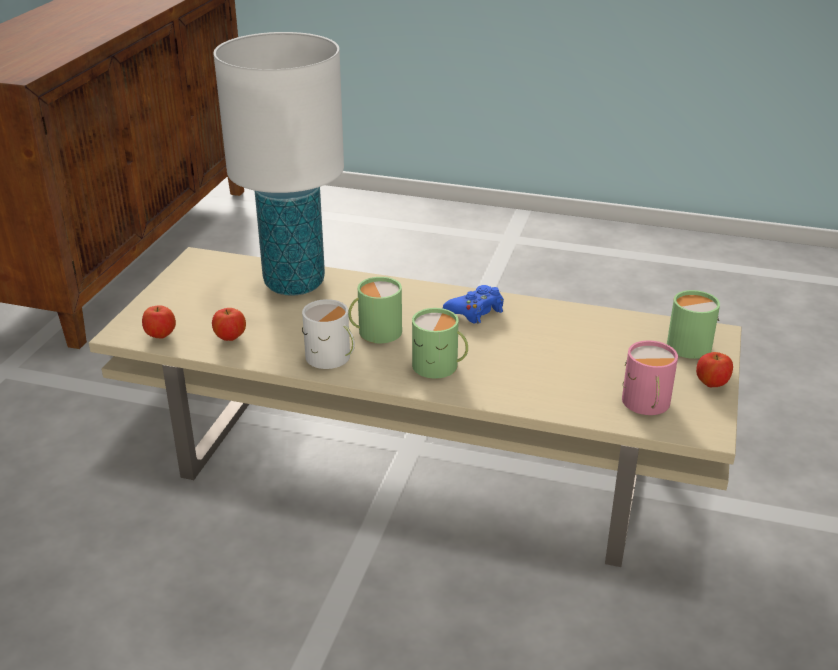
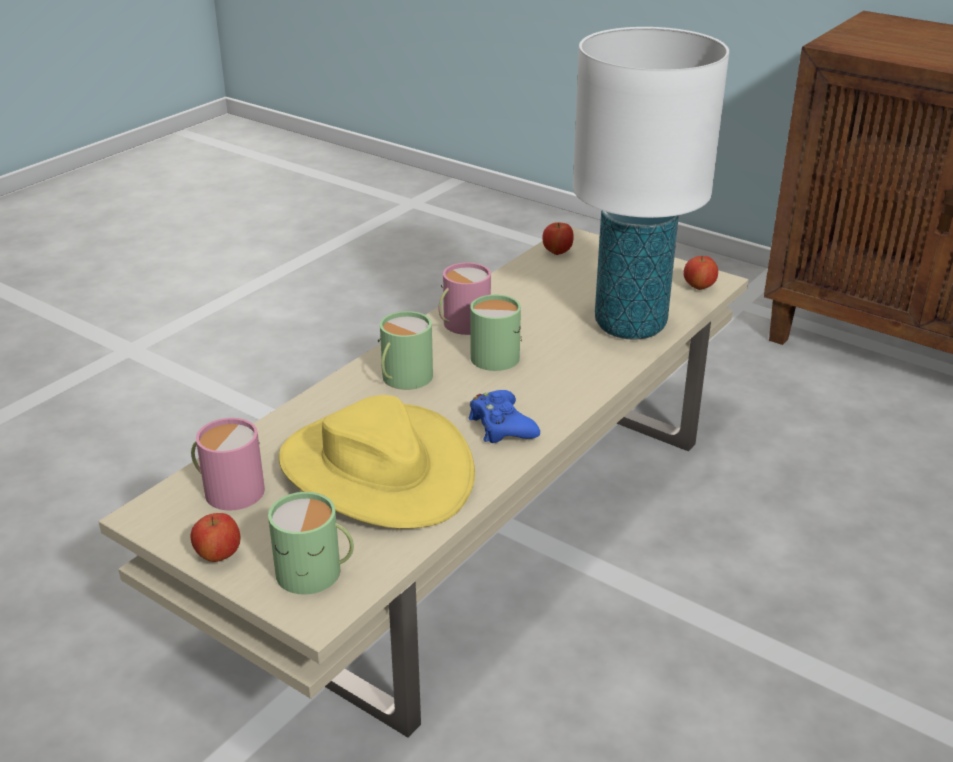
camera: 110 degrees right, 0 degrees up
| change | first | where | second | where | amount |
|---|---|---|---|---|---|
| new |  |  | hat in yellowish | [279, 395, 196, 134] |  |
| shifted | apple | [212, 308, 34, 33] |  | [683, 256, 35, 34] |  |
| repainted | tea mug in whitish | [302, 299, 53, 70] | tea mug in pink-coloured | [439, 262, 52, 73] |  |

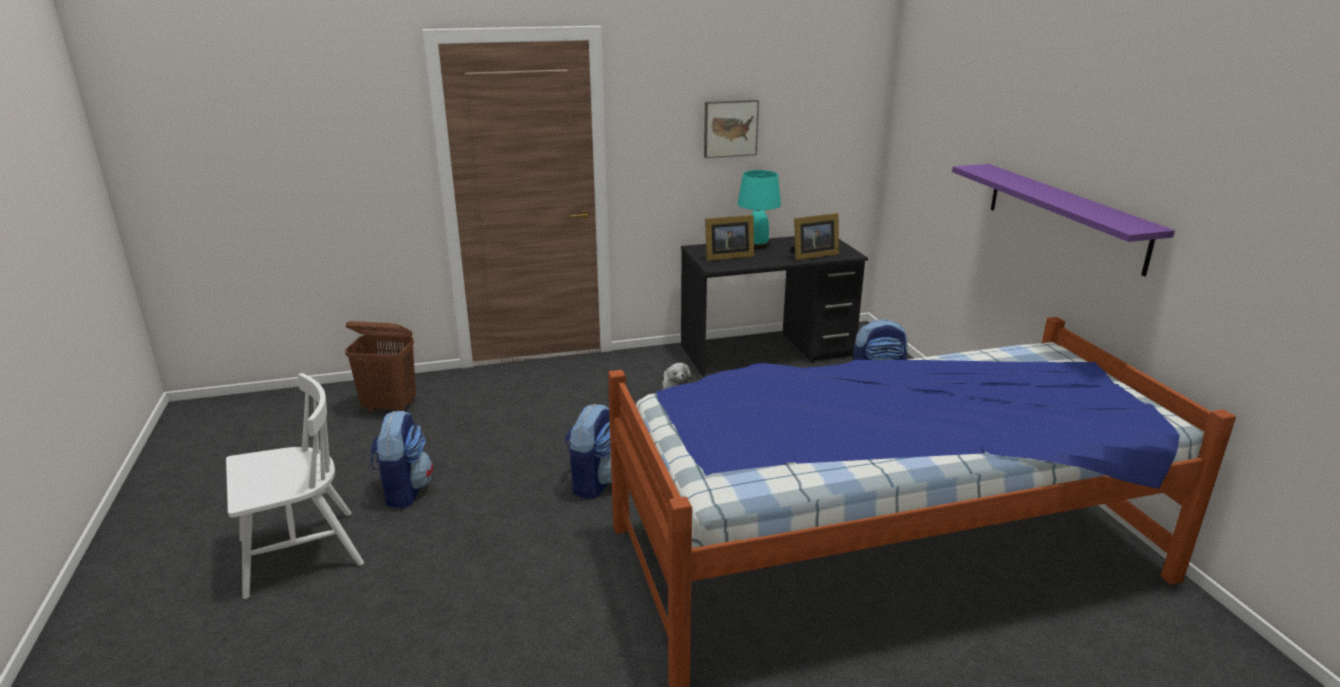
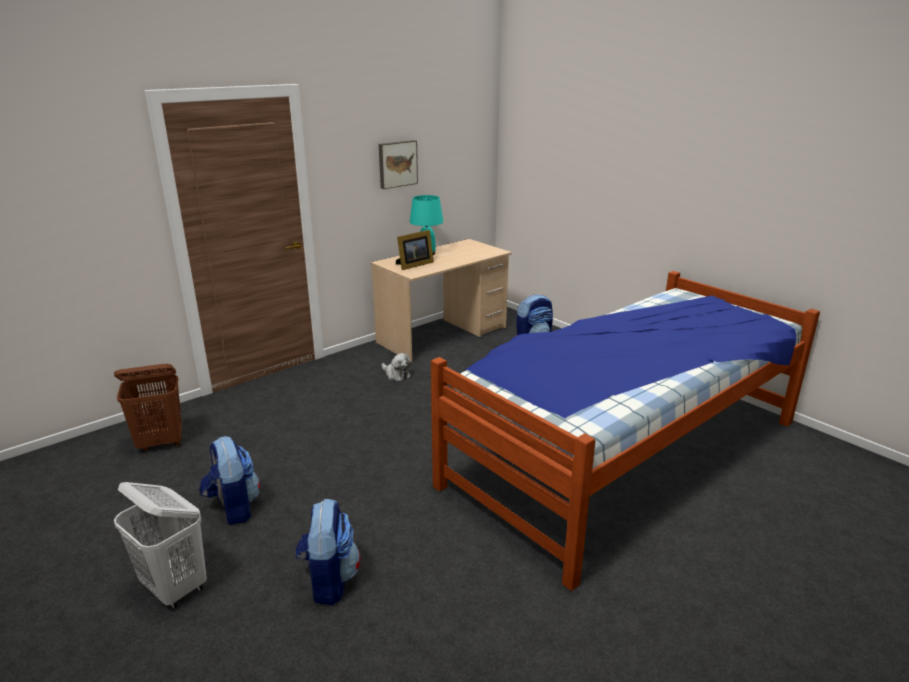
camera: 25 degrees left, 0 degrees up
| change | first | where | second | where | amount |
|---|---|---|---|---|---|
| gone | photo frame | [790, 213, 49, 48] |  |  |  |
| gone | bracket shelf in purple | [952, 164, 223, 113] |  |  |  |
| shifted | backpack | [565, 403, 47, 97] |  | [296, 499, 64, 106] |  |
| swapped | plain chair in whitish | [226, 373, 138, 226] | laundry basket in whitish | [114, 482, 93, 127] |  |
| repainted | desk in blackish | [681, 236, 187, 141] | desk in beige | [370, 239, 142, 123] |  |

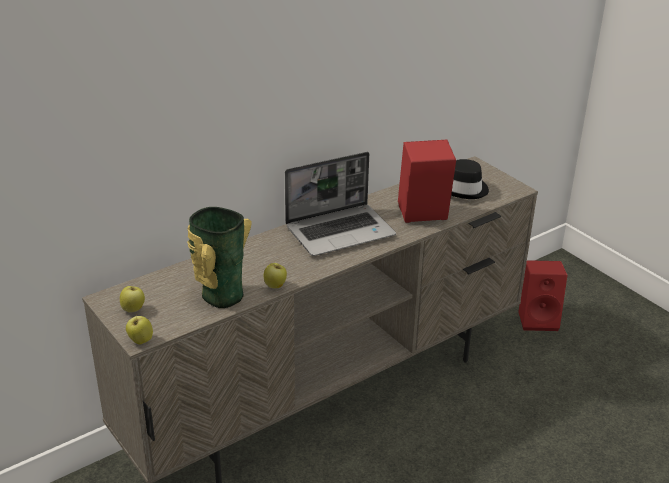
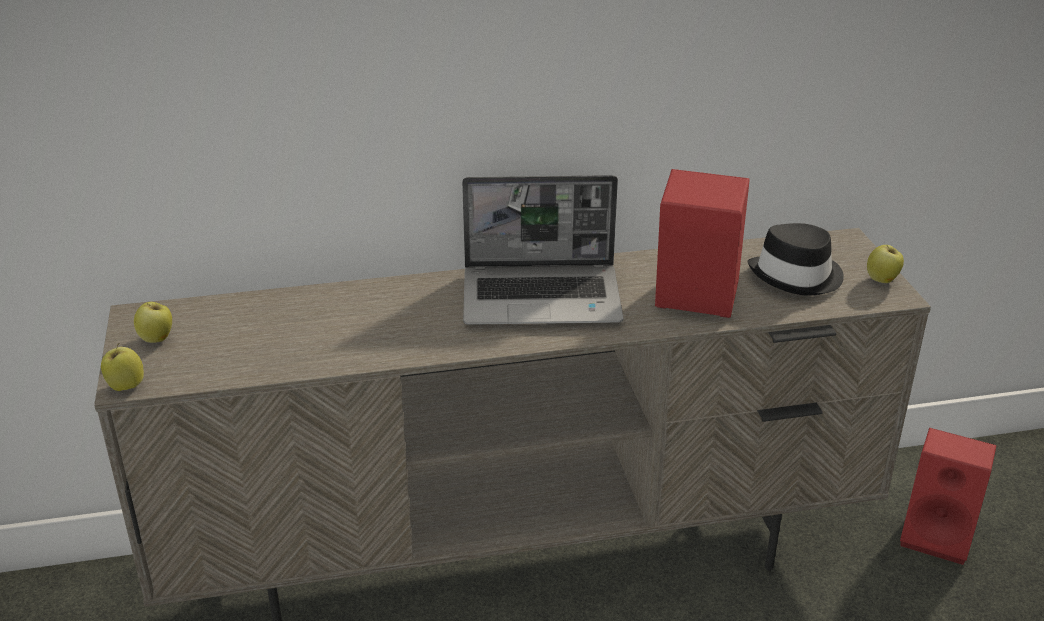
camera: 25 degrees right, 0 degrees up
| change | first | where | second | where | amount |
|---|---|---|---|---|---|
| gone | flower vase | [187, 207, 65, 101] |  |  |  |
| shifted | apple | [264, 263, 23, 25] |  | [867, 245, 37, 38] |  |

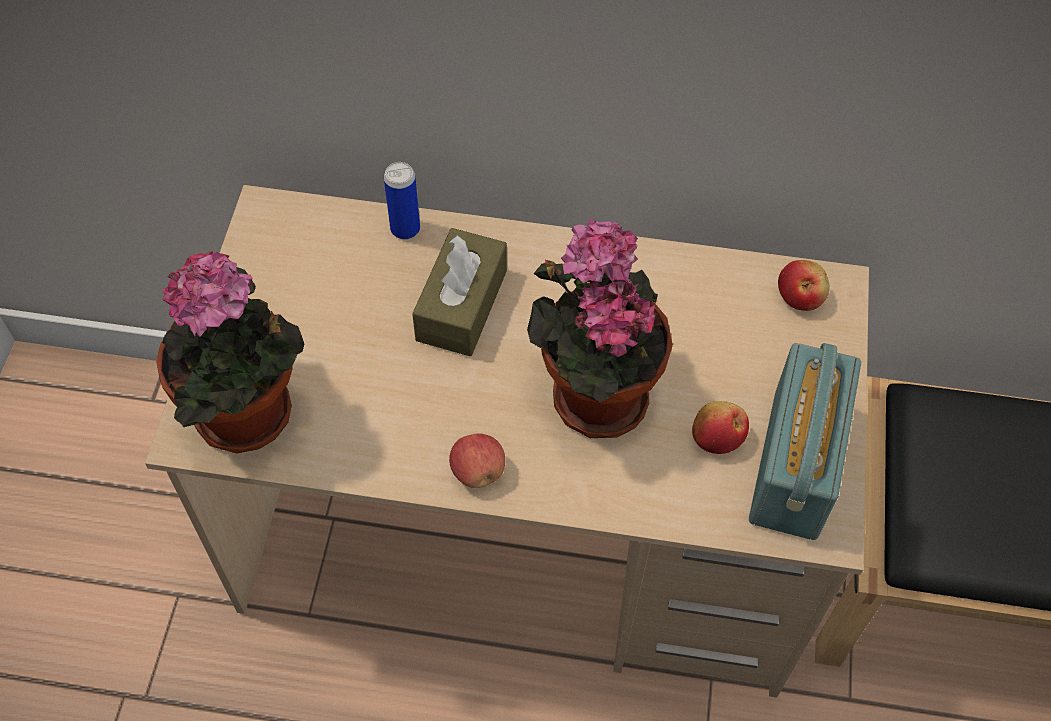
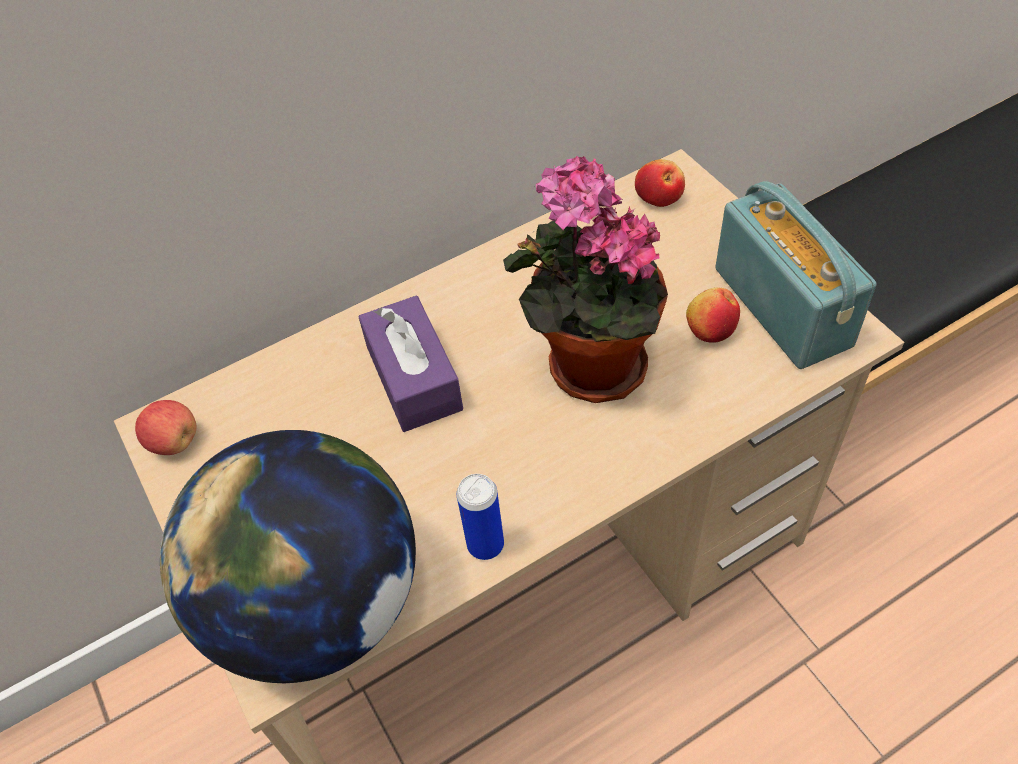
camera: 35 degrees left, 5 degrees down
| change | first | where | second | where | amount |
|---|---|---|---|---|---|
| shifted | metal can | [384, 162, 36, 77] |  | [457, 474, 47, 86] |  |
| shifted | apple | [449, 433, 56, 55] |  | [135, 400, 61, 55] |  |
| swapped | potted plant | [156, 251, 148, 203] | world globe | [160, 430, 256, 253] |  |
| repainted | tissue box in brownish | [412, 228, 95, 128] | tissue box in purple | [358, 296, 105, 136] |  |

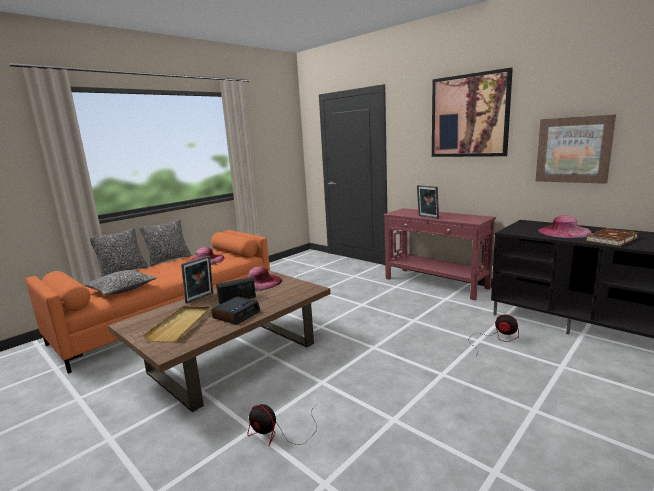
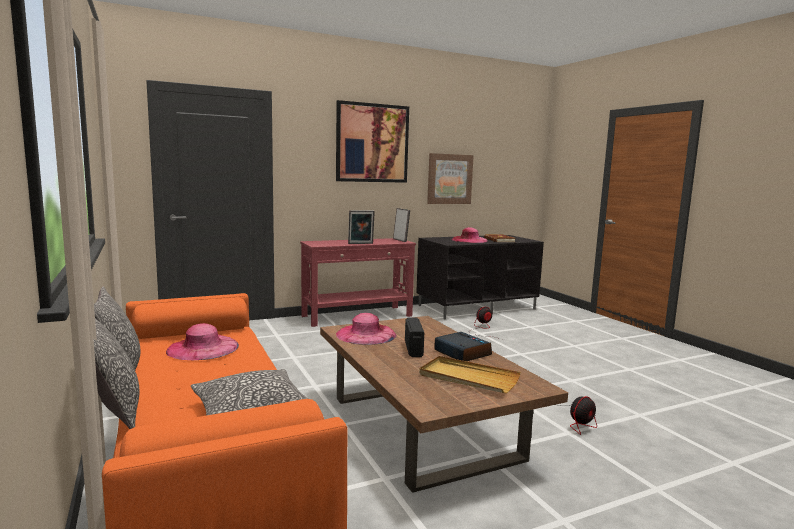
camera: 70 degrees left, 5 degrees down
| change | first | where | second | where | amount |
|---|---|---|---|---|---|
| shifted | photo frame | [181, 256, 32, 47] |  | [393, 208, 17, 34] |  |

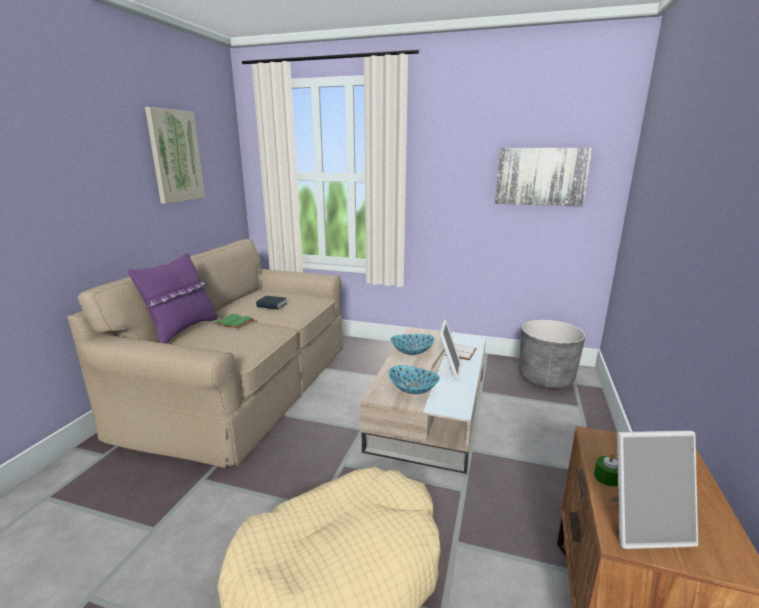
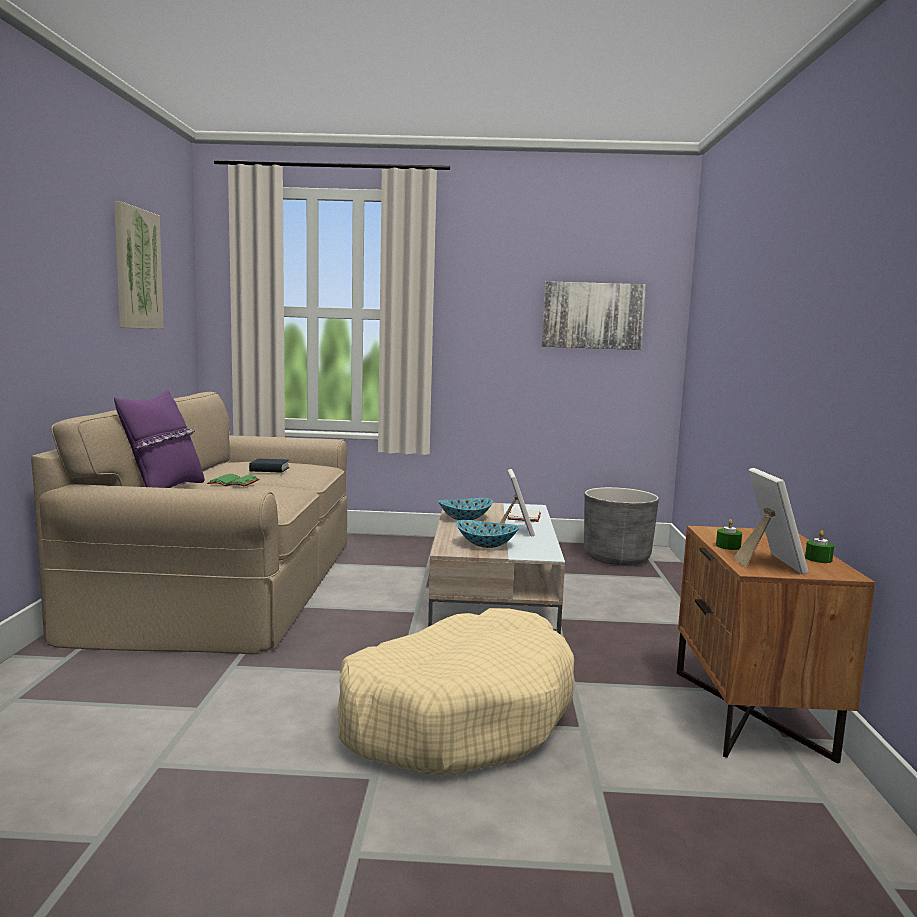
camera: 15 degrees left, 10 degrees down
| change | first | where | second | where | amount |
|---|---|---|---|---|---|
| new |  |  | wax light in green-coloured | [805, 531, 29, 32] |  |
| rotated | photo frame | [610, 430, 88, 119] |  | [733, 468, 75, 107] | 75 degrees counterclockwise |

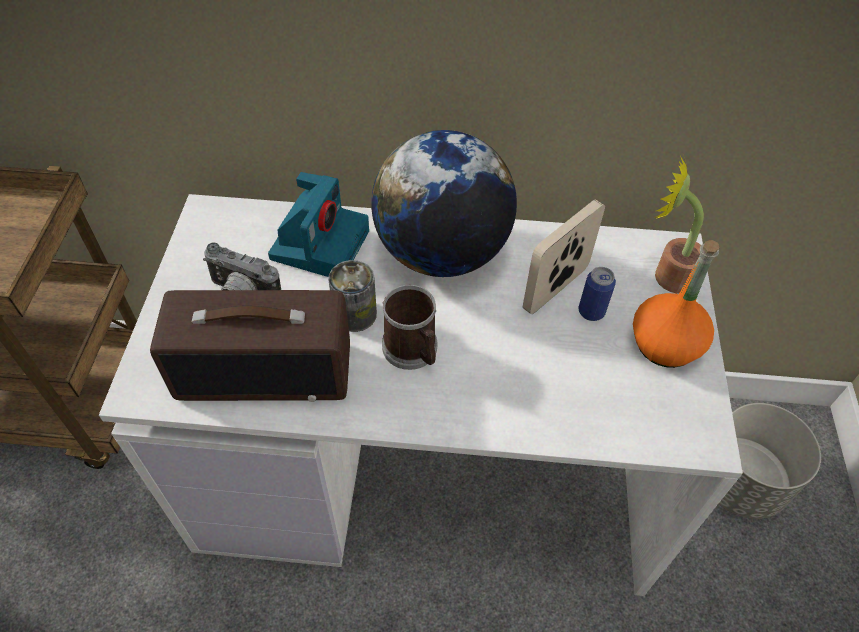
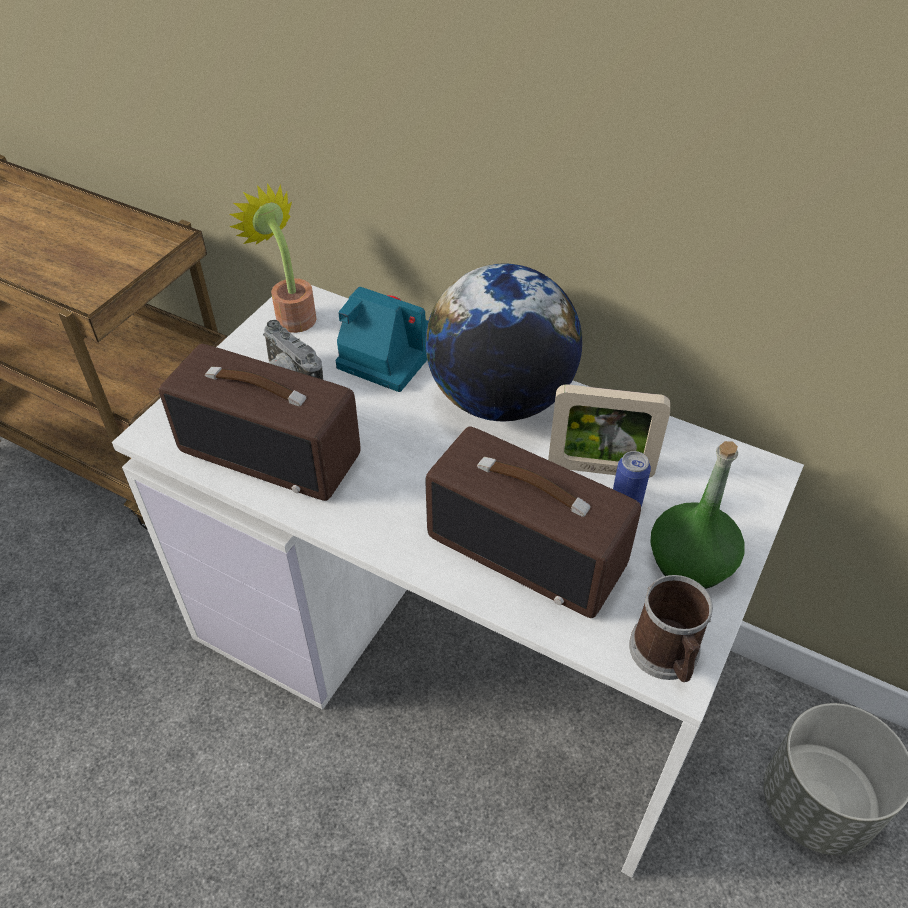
camera: 25 degrees right, 5 degrees down
| change | first | where | second | where | amount |
|---|---|---|---|---|---|
| gone | metal can | [328, 260, 49, 72] |  |  |  |
| new |  |  | radio | [426, 426, 215, 192] |  |
| shifted | tea mug | [382, 285, 56, 85] |  | [629, 575, 84, 107] |  |
| shifted | potted plant | [654, 156, 50, 137] |  | [229, 183, 87, 150] |  |
| repainted | drink bottle in orangey | [633, 240, 86, 128] | drink bottle in green-coloured | [650, 441, 95, 148] |  |
| rotated | still camera | [268, 172, 101, 105] |  | [336, 287, 92, 105] | 105 degrees counterclockwise |
| rotated | photo frame | [523, 199, 82, 115] |  | [548, 384, 122, 94] | 150 degrees counterclockwise |

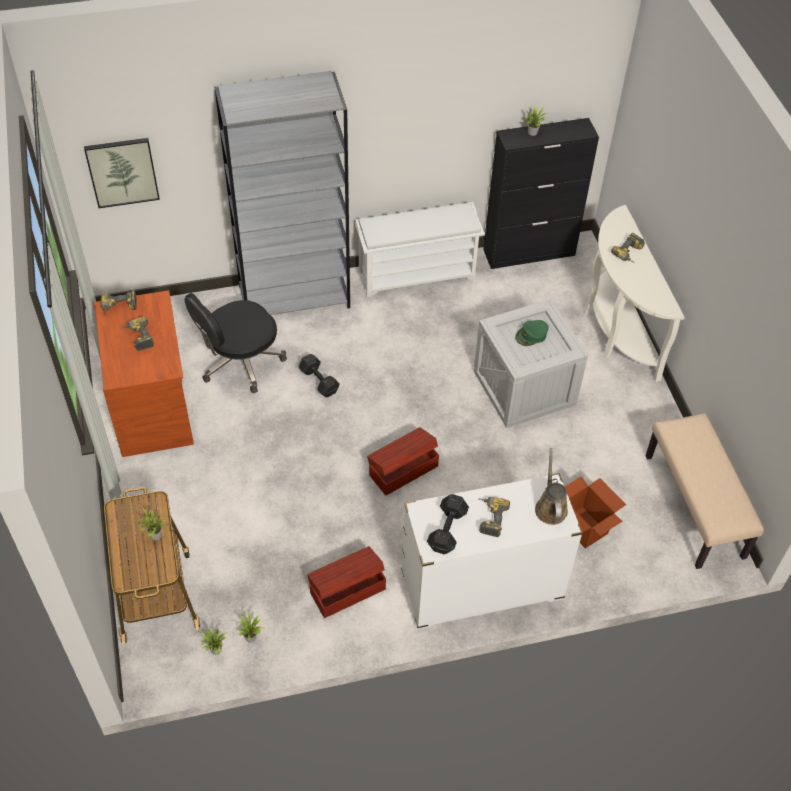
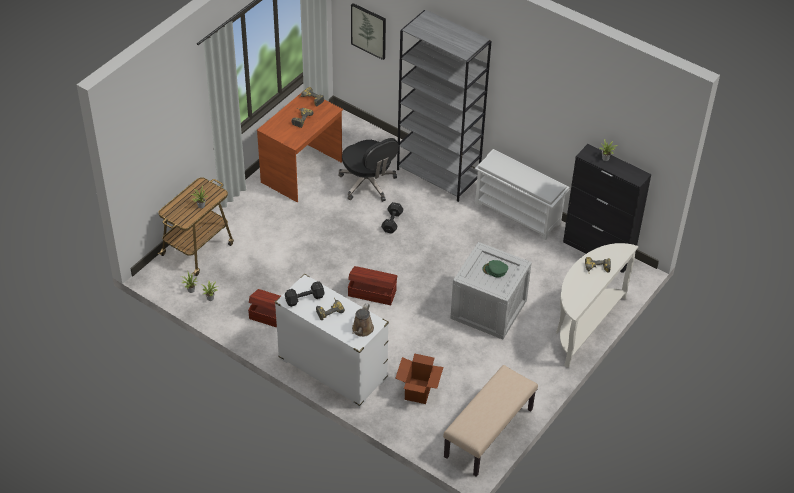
camera: 50 degrees right, 5 degrees down
| change | first | where | second | where | amount |
|---|---|---|---|---|---|
| rotated | desk chair in blackish | [184, 293, 103, 100] |  | [338, 138, 61, 64] | 135 degrees counterclockwise |
| rotated | watering can in brownish | [535, 448, 33, 77] |  | [352, 303, 22, 34] | 150 degrees clockwise |

